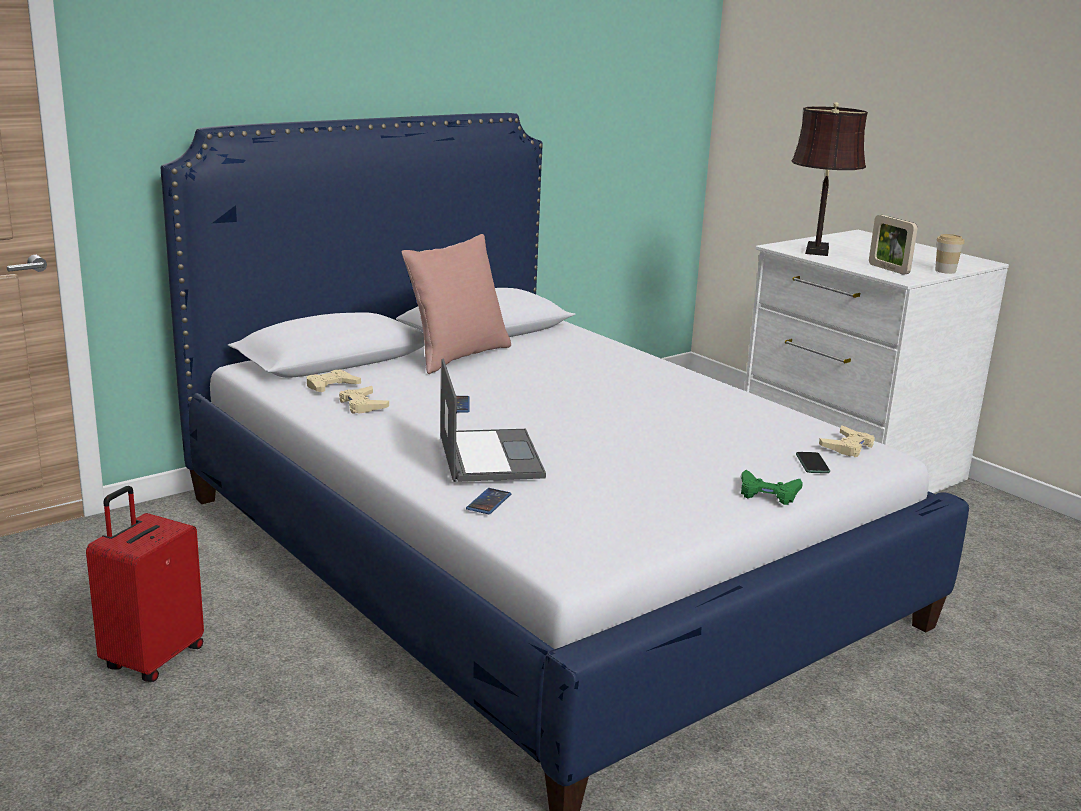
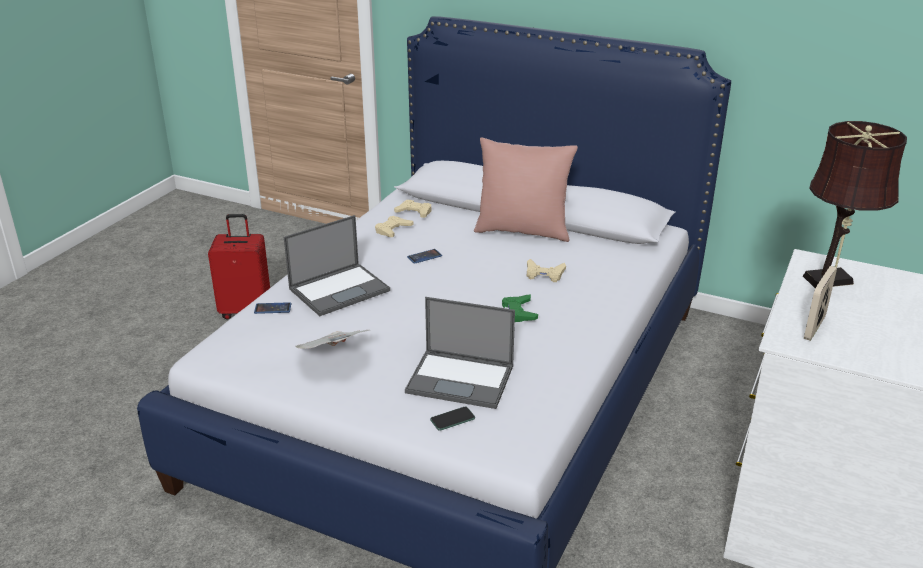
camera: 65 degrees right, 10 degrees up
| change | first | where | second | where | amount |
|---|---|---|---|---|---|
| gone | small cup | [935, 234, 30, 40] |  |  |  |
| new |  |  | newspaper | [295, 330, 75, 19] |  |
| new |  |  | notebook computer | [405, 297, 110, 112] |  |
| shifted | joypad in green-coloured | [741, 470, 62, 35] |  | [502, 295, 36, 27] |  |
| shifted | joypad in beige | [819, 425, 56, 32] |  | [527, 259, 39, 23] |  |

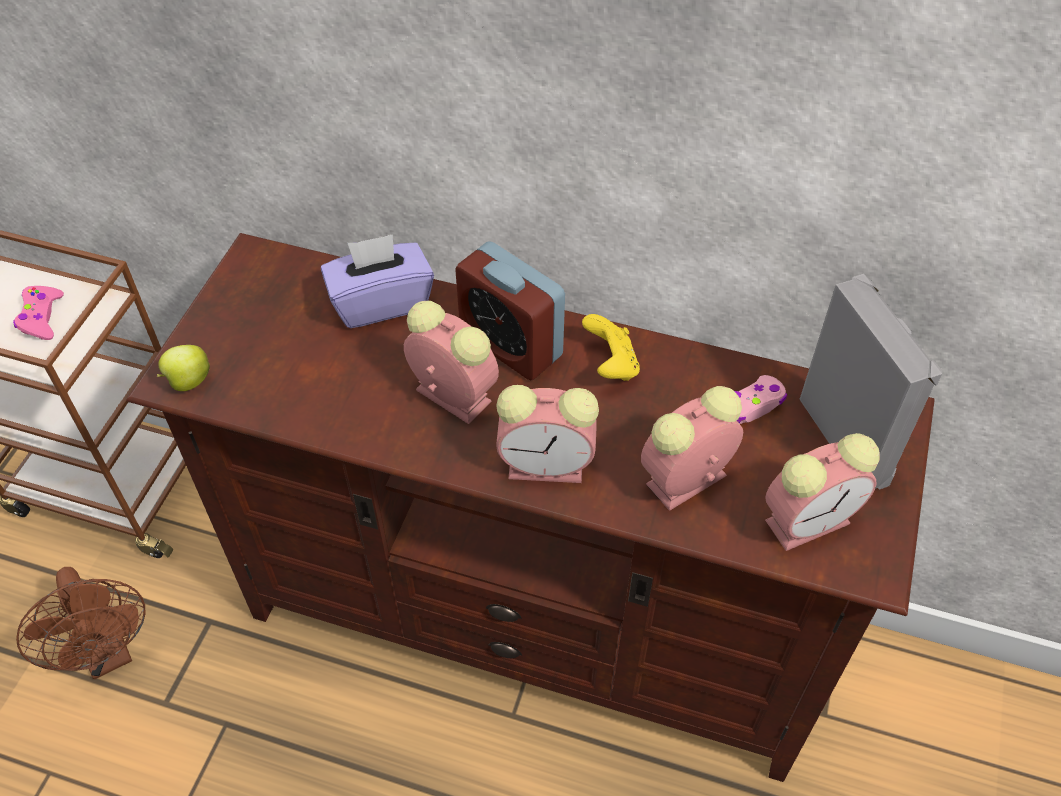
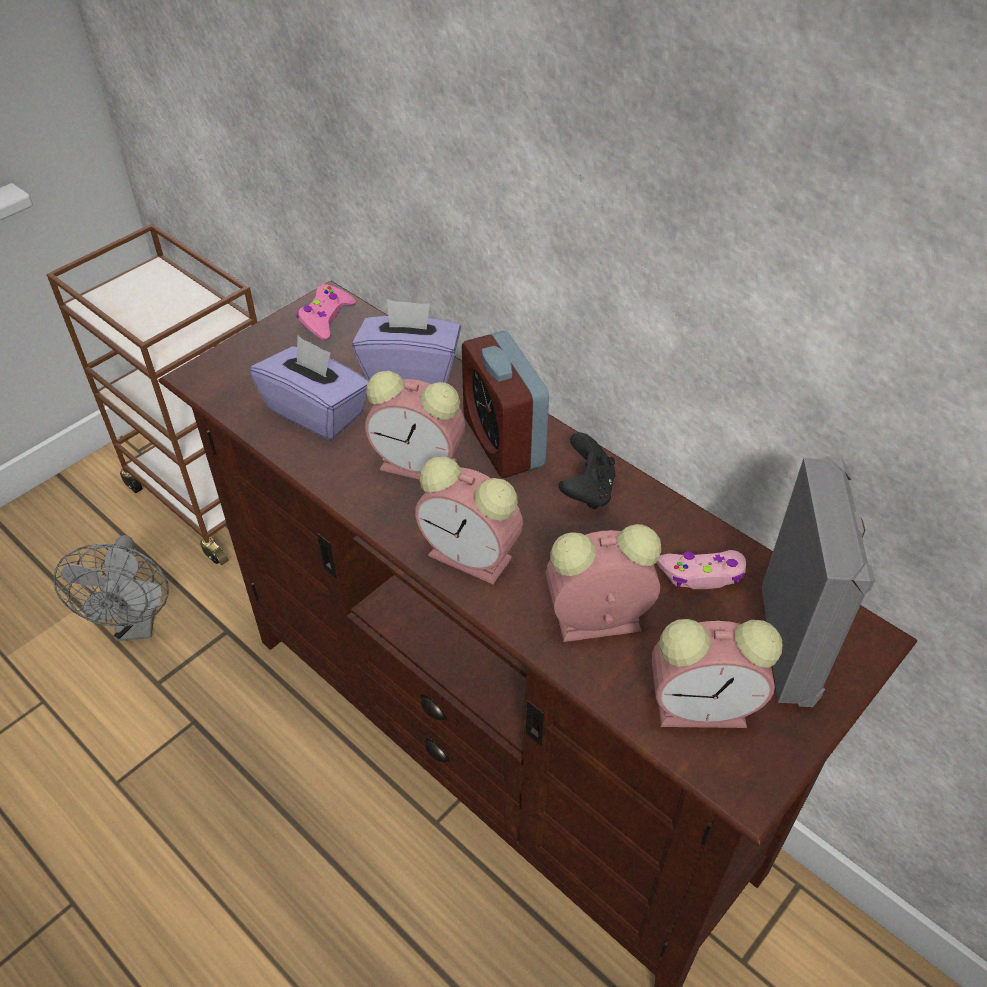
camera: 25 degrees right, 5 degrees down
| change | first | where | second | where | amount |
|---|---|---|---|---|---|
| gone | apple | [157, 345, 53, 46] |  |  |  |
| new |  |  | tissue box in purple | [250, 335, 118, 105] |  |
| shifted | joypad in pink-coloured | [13, 286, 51, 54] |  | [297, 284, 59, 56] |  |
| repainted | cooling fan in brownish | [16, 567, 130, 112] | cooling fan in grey | [54, 535, 115, 106] |  |
| repainted | joypad in yellowish | [582, 314, 58, 67] | joypad in blackish | [559, 432, 56, 78] |  |
| rotated | bedside clock | [404, 301, 95, 123] |  | [365, 371, 100, 109] | 135 degrees clockwise |

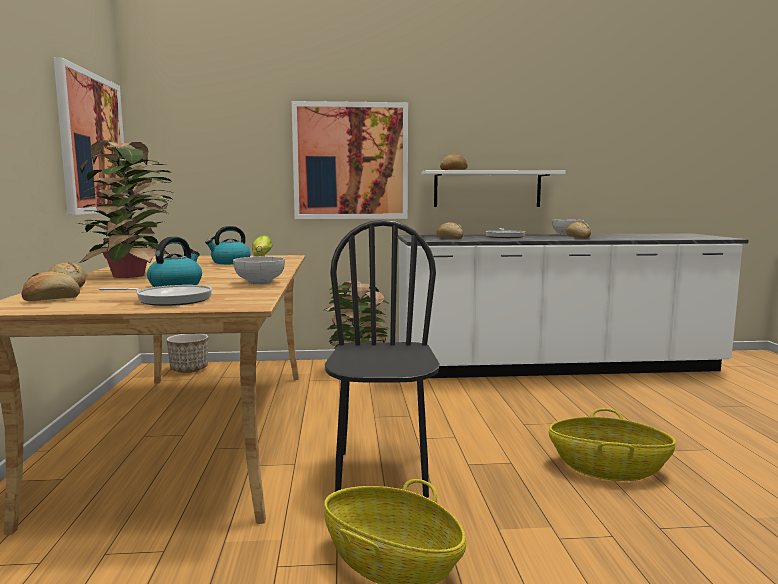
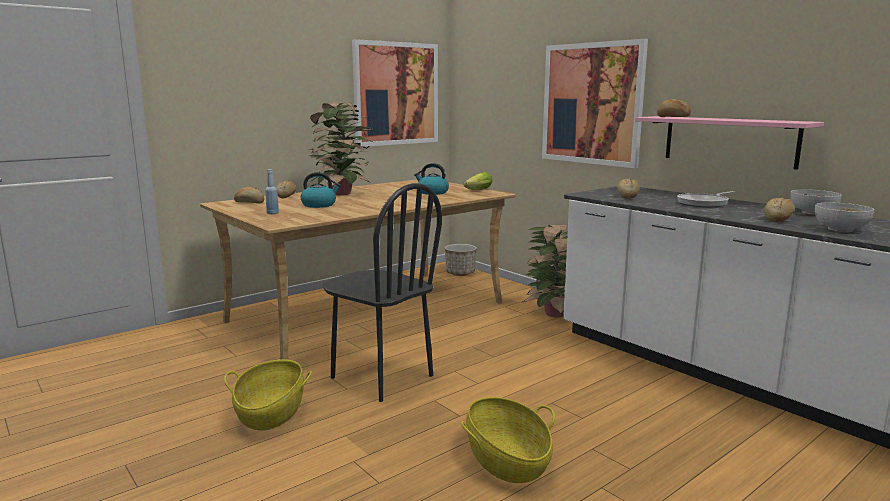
camera: 55 degrees right, 5 degrees up
| change | first | where | second | where | amount |
|---|---|---|---|---|---|
| shifted | deep dish | [233, 257, 52, 27] |  | [815, 203, 59, 29] |  |
| swapped | skillet | [99, 285, 113, 21] | drink bottle in blue | [265, 169, 14, 45] |  |
| repainted | bracket shelf in whitish | [421, 170, 144, 37] | bracket shelf in pink-coloured | [635, 116, 189, 54] |  |
| rotated | plain chair in blackish | [325, 220, 115, 278] |  | [323, 183, 119, 219] | 75 degrees clockwise |

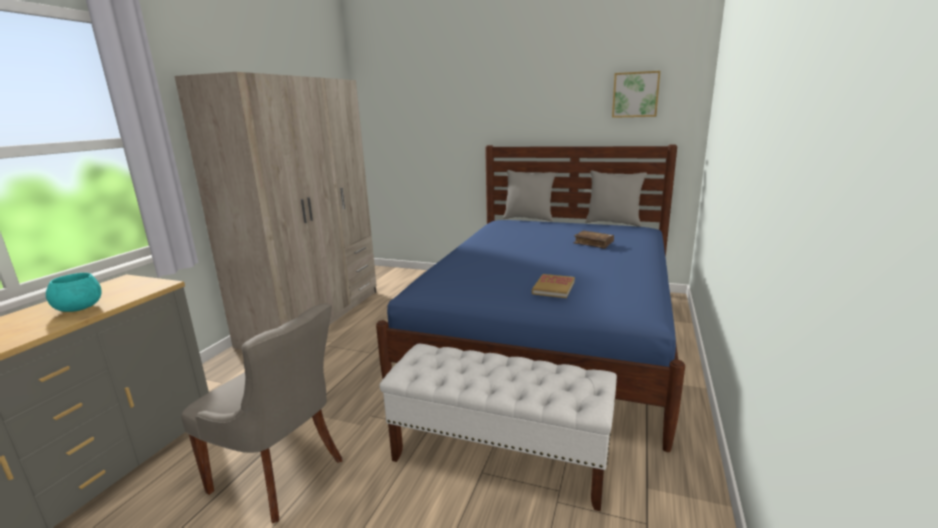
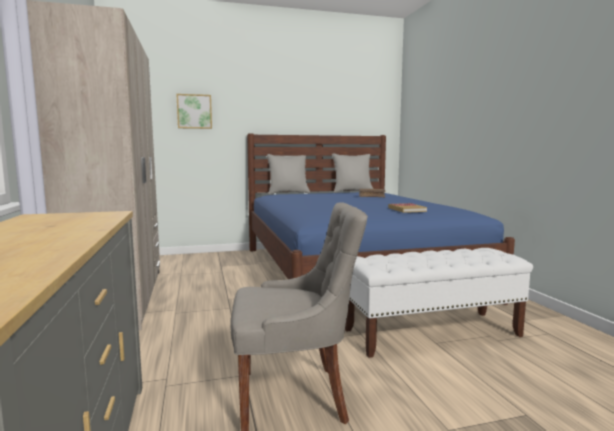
camera: 35 degrees left, 10 degrees down
| change | first | where | second | where | amount |
|---|---|---|---|---|---|
| gone | deep dish in turquoise | [46, 273, 56, 39] |  |  |  |
| shifted | wall picture | [612, 71, 48, 47] |  | [176, 94, 36, 35] |  |

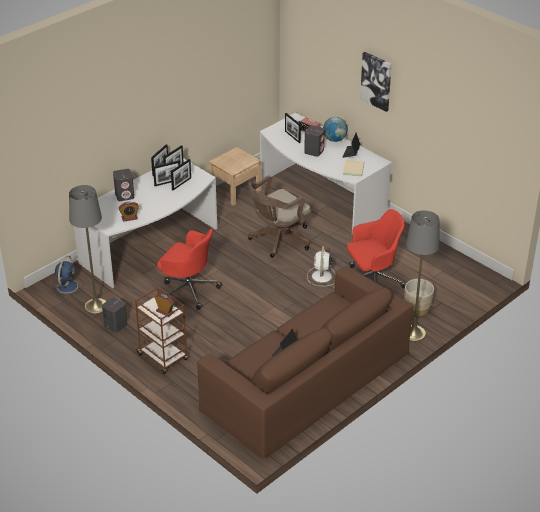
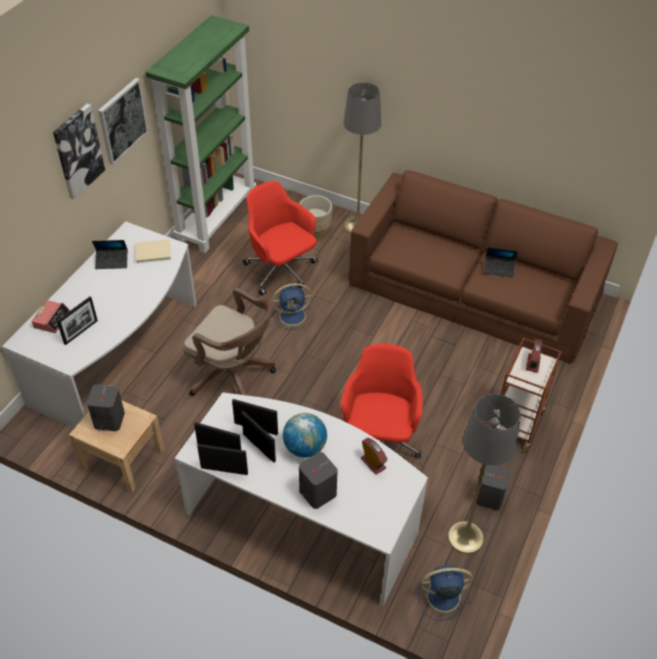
camera: 110 degrees left, 10 degrees up
| change | first | where | second | where | amount |
|---|---|---|---|---|---|
| new |  |  | wall picture | [98, 78, 50, 87] |  |
| new |  |  | bookshelf in green-coloured | [145, 15, 111, 238] |  |
| shifted | speaker in grey | [304, 125, 21, 32] |  | [87, 384, 38, 47] |  |
| shifted | world globe | [323, 117, 25, 25] |  | [283, 413, 44, 45] |  |
| repainted | cooling fan in whitish | [307, 246, 29, 40] | cooling fan in blue | [271, 283, 42, 47] |  |

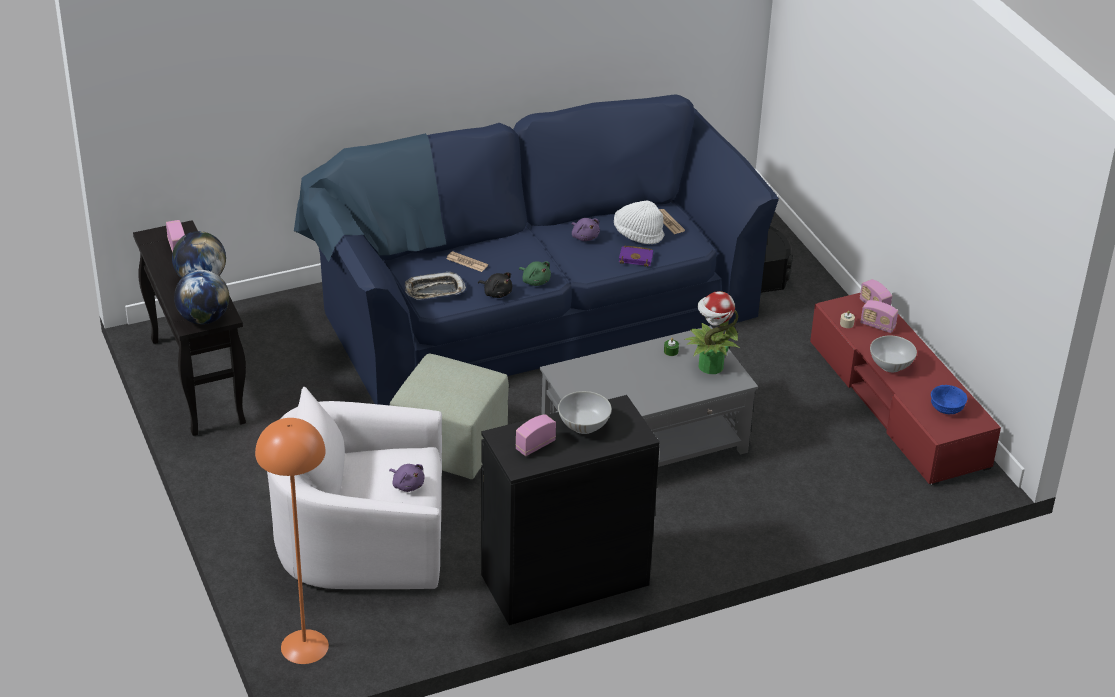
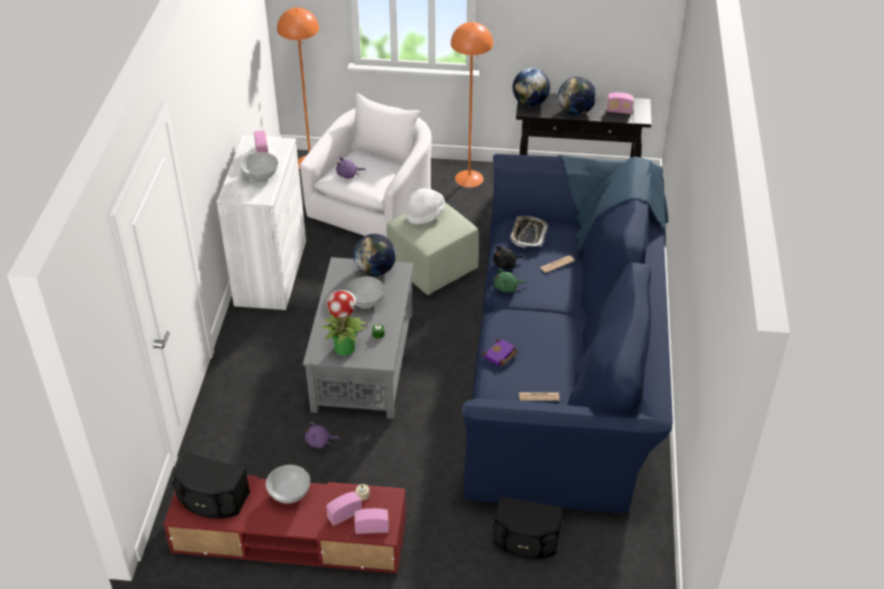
camera: 120 degrees right, 5 degrees up
| change | first | where | second | where | amount |
|---|---|---|---|---|---|
| new |  |  | deep dish in whitish | [346, 277, 39, 31] |  |
| new |  |  | world globe | [353, 234, 43, 42] |  |
| new |  |  | floor lamp in orangey | [451, 22, 42, 166] |  |
| shifted | cuddly toy in purple | [572, 218, 28, 23] |  | [305, 422, 35, 26] |  |
| shifted | hat in whitish | [614, 200, 50, 44] |  | [406, 188, 39, 37] |  |
| swapped | deep dish in blue | [931, 385, 37, 29] | speaker in blackish | [172, 453, 78, 66] |  |
| repainted | storage cabinet in blackish | [481, 395, 179, 230] | storage cabinet in whitish | [217, 135, 89, 175] |  |

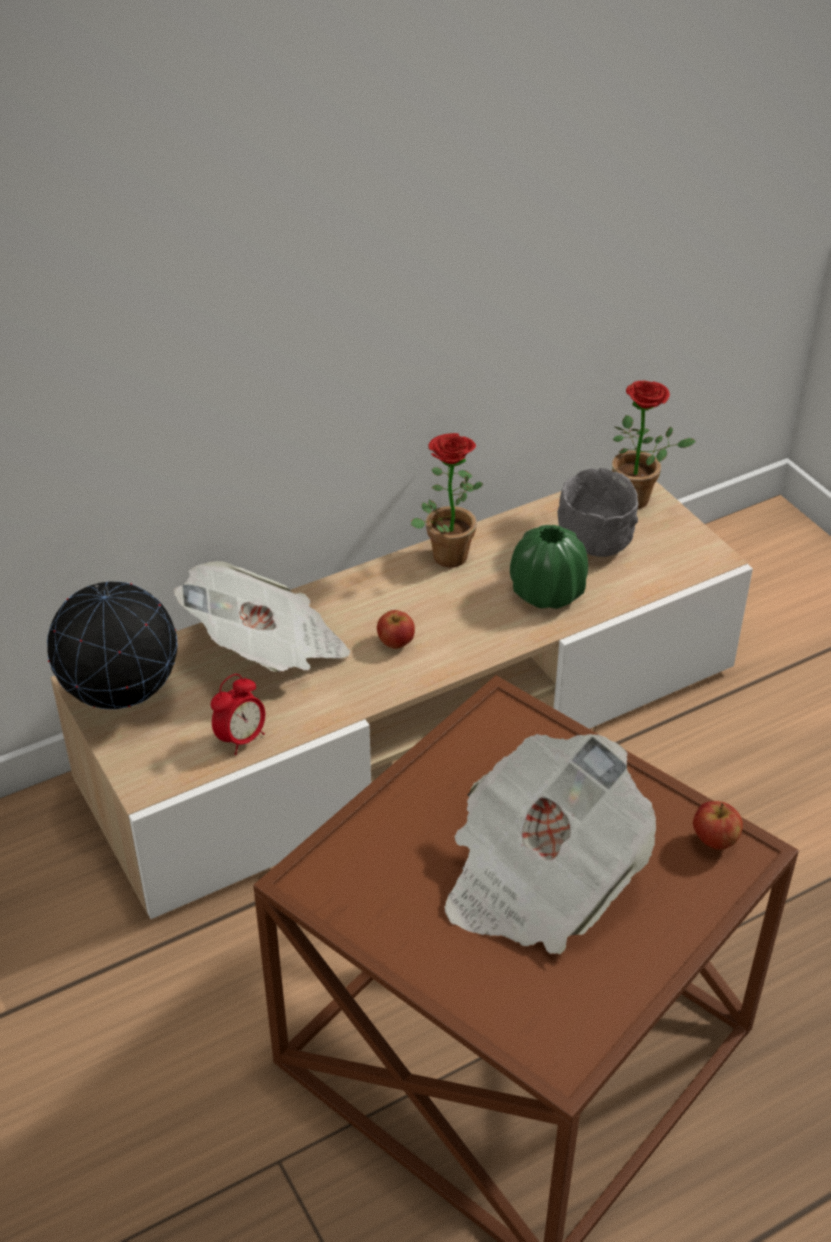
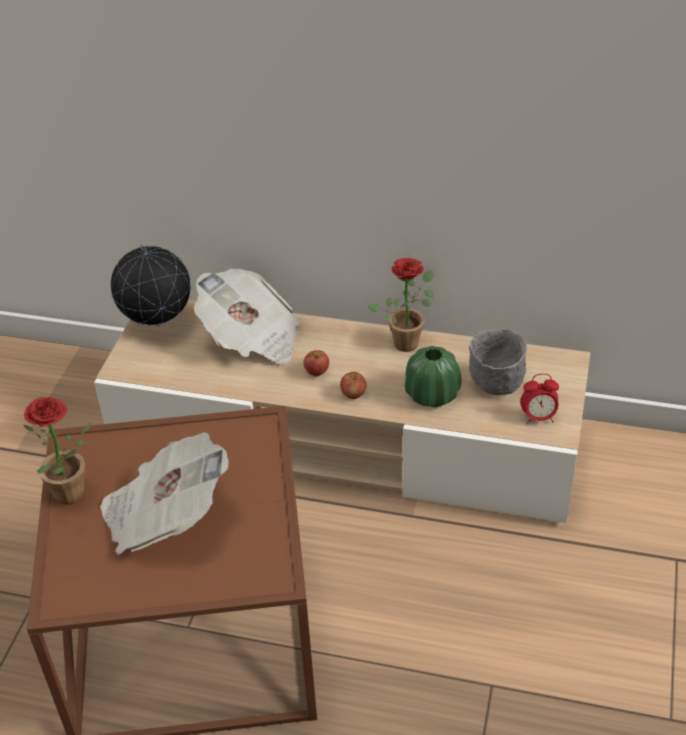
camera: 45 degrees right, 0 degrees up
| change | first | where | second | where | amount |
|---|---|---|---|---|---|
| shifted | bedside clock | [211, 674, 54, 81] |  | [520, 374, 39, 50] |  |
| shifted | potted plant | [612, 381, 84, 128] |  | [24, 397, 67, 108] |  |
| shifted | apple | [693, 801, 50, 49] |  | [340, 372, 27, 27] |  |

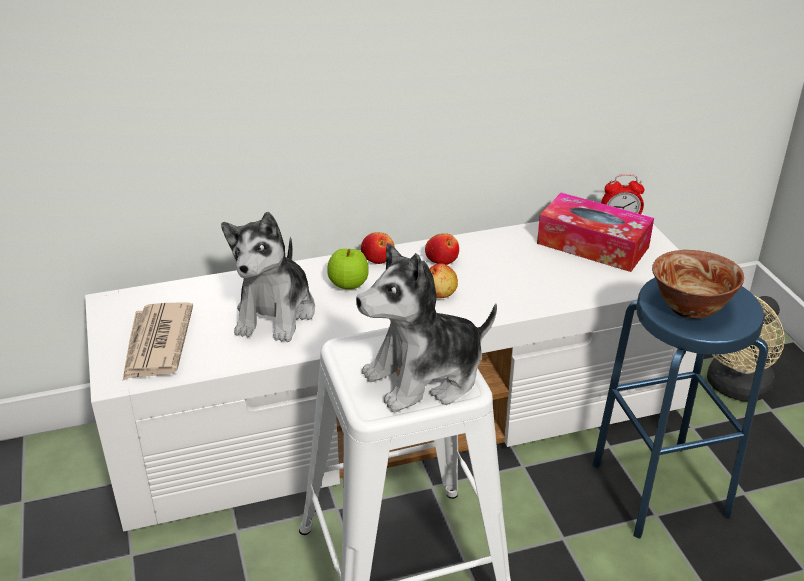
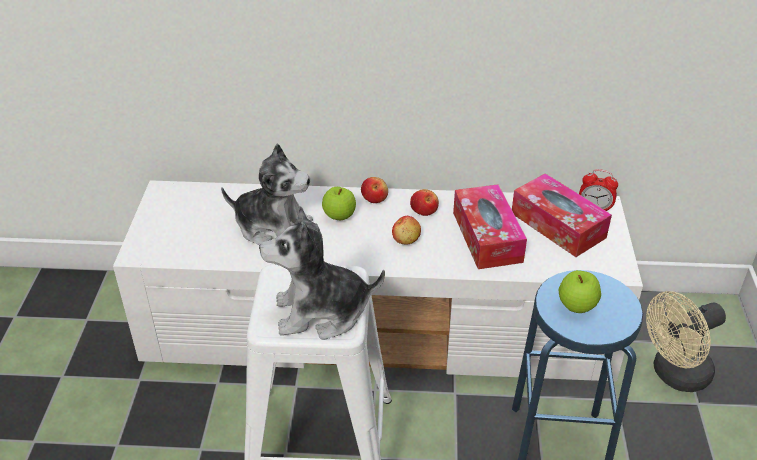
camera: 20 degrees right, 5 degrees up
| change | first | where | second | where | amount |
|---|---|---|---|---|---|
| gone | newspaper | [123, 303, 70, 77] |  |  |  |
| new |  |  | tissue box | [453, 184, 74, 85] |  |
| swapped | deep dish | [652, 250, 92, 69] | apple | [558, 270, 43, 43] |  |
| rotated | cuddly toy | [221, 212, 94, 130] |  | [221, 144, 92, 101] | 105 degrees counterclockwise |

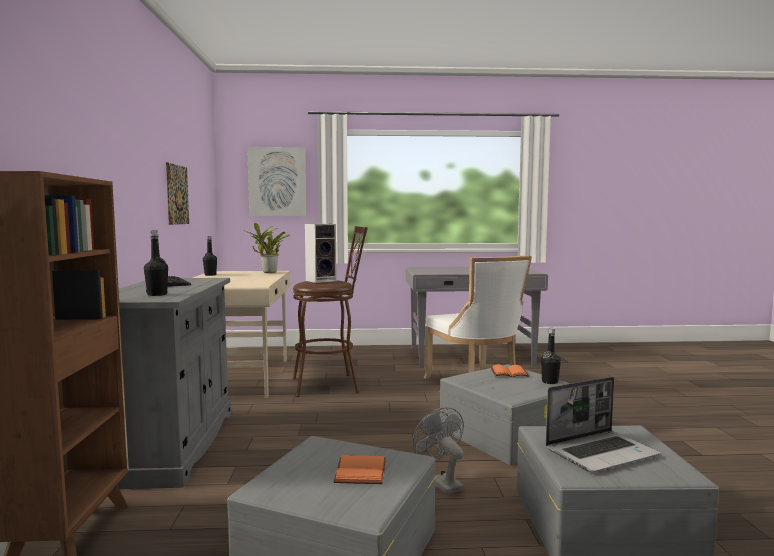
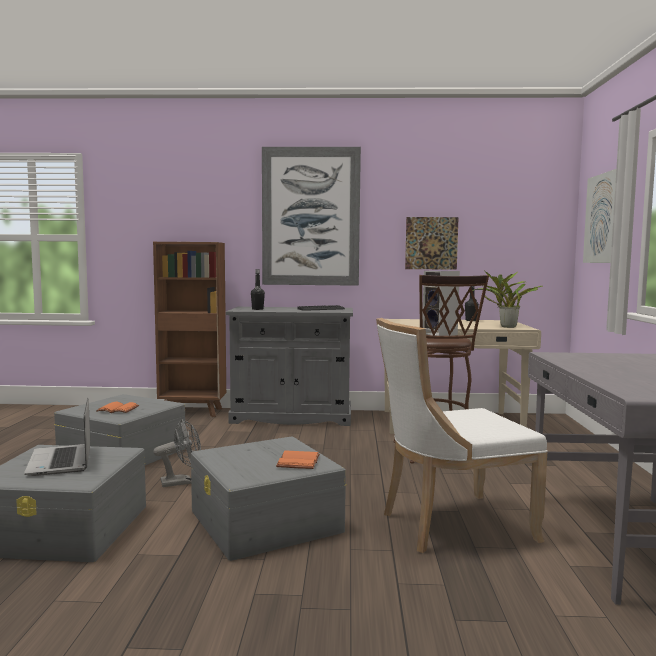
camera: 95 degrees right, 0 degrees up
| change | first | where | second | where | amount |
|---|---|---|---|---|---|
| gone | drink bottle in blackish | [541, 328, 20, 56] |  |  |  |
| new |  |  | wall picture | [262, 147, 99, 139] |  |

